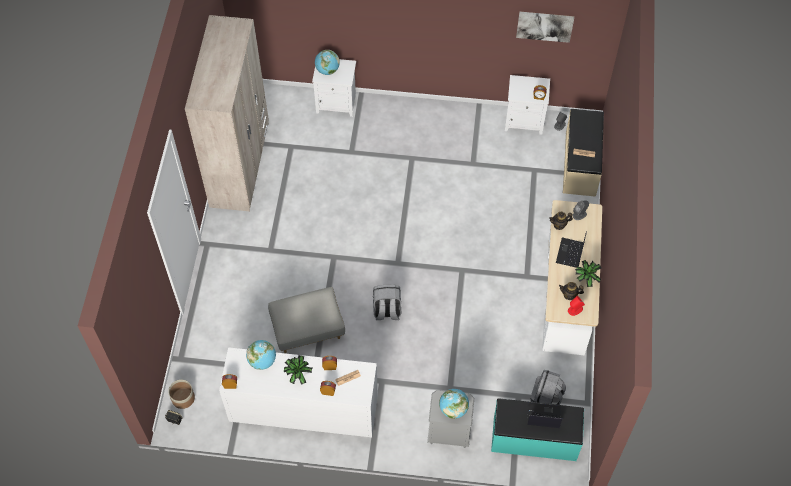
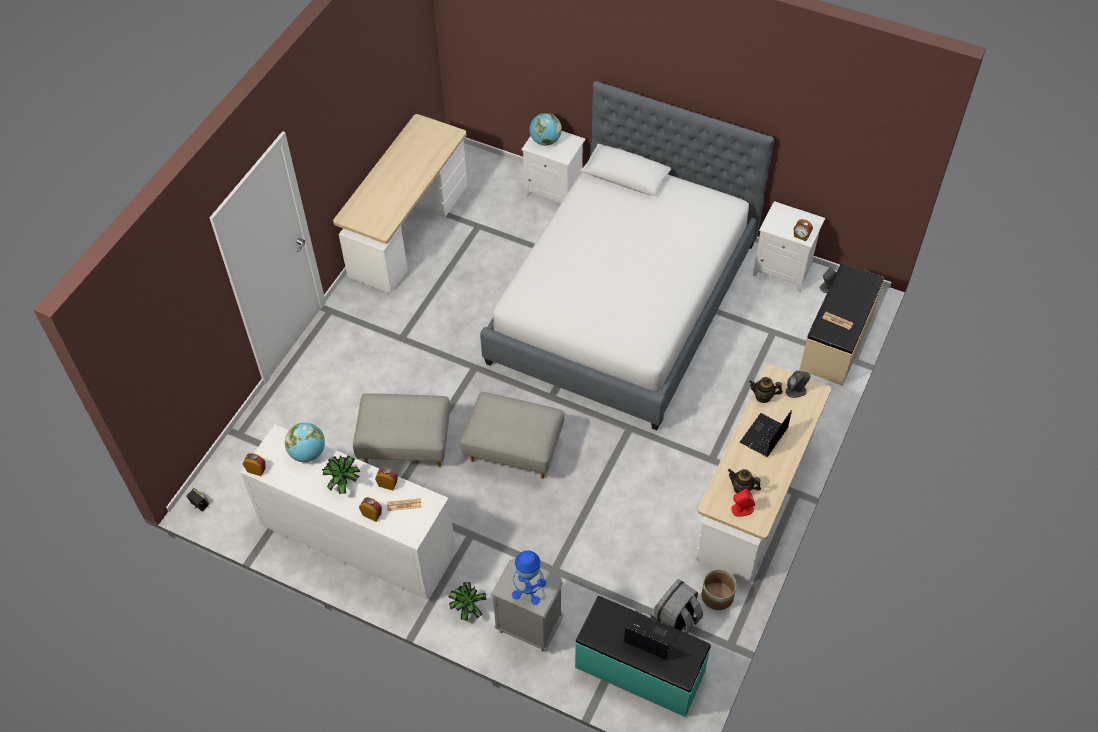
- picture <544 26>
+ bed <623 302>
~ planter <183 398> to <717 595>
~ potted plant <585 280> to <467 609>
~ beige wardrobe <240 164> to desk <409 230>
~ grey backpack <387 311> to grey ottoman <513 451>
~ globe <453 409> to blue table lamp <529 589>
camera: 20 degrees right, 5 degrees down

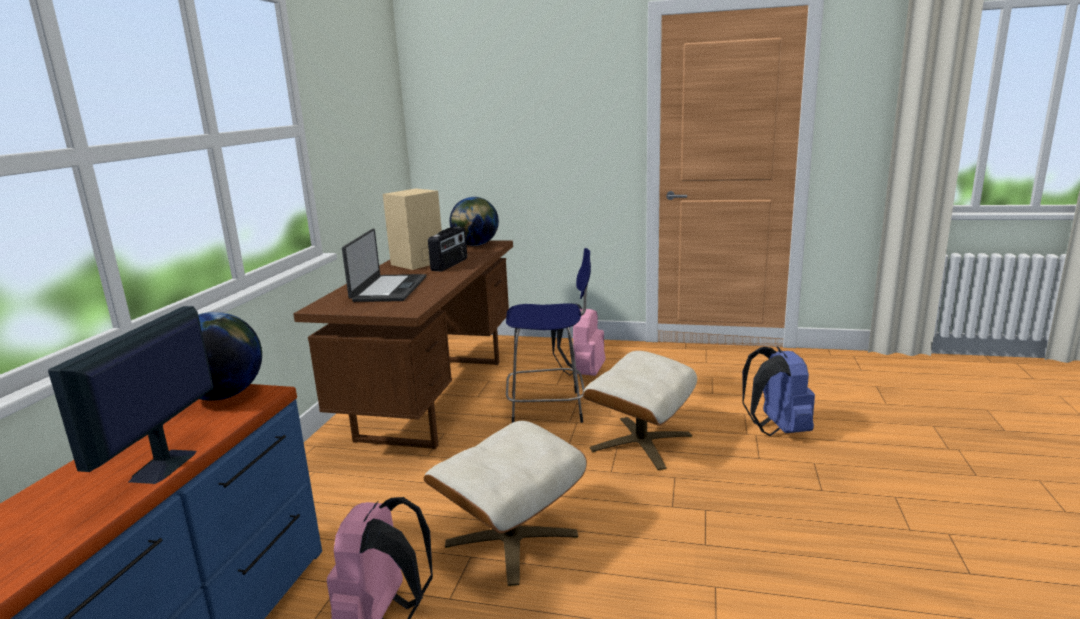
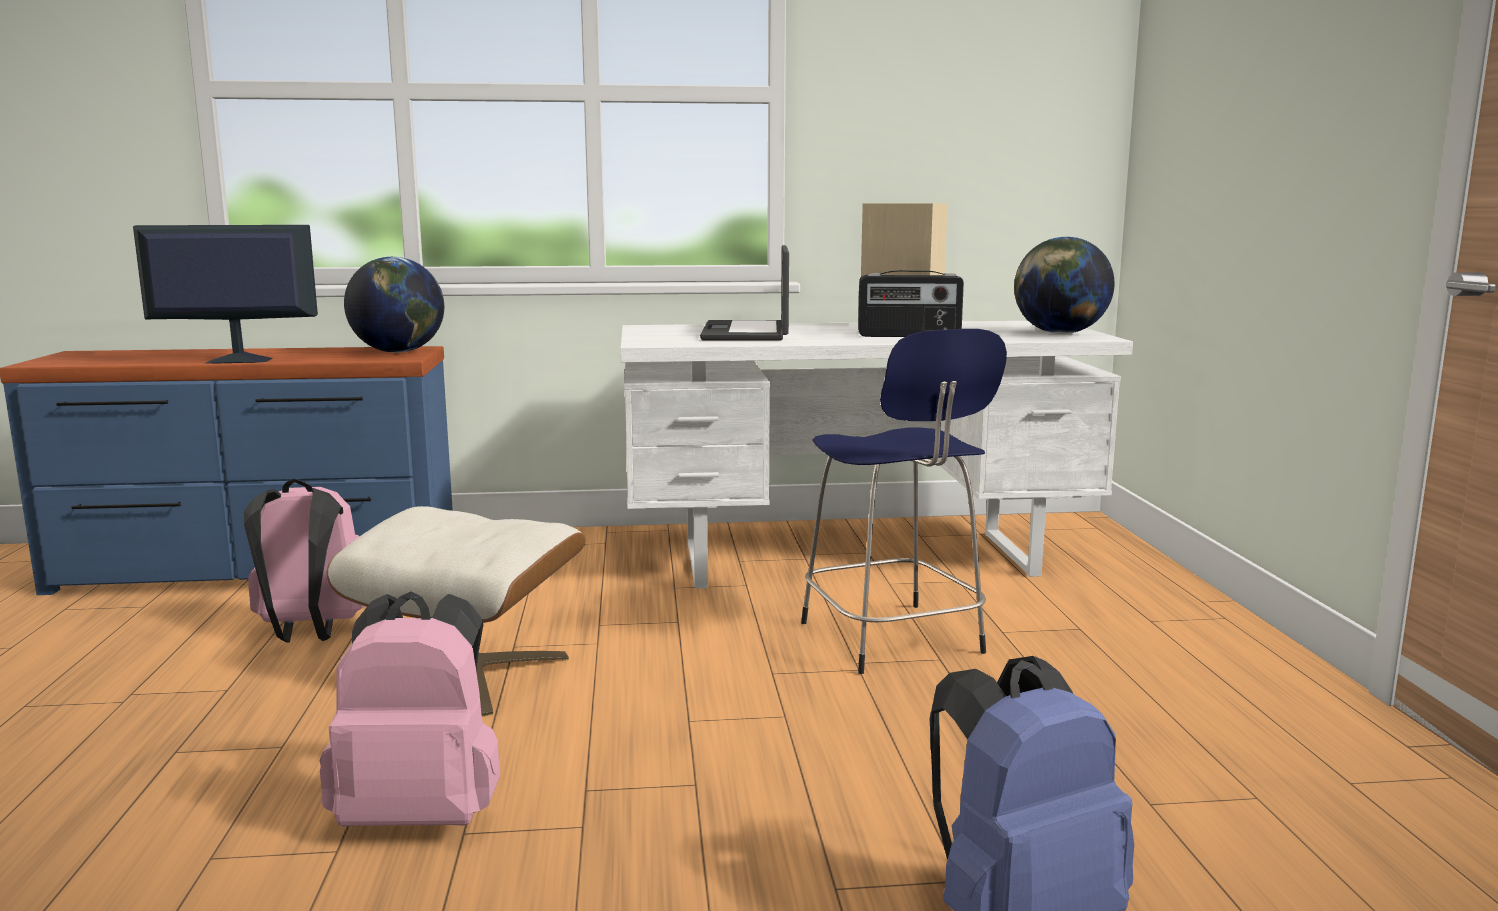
- beige ottoman <640 442>
~ pink backpack <582 373> to <423 814>
~ brown desk <434 397> to white desk <858 558>
~ laptop <388 289> = <748 332> 105 degrees clockwise
camera: 70 degrees right, 5 degrees down

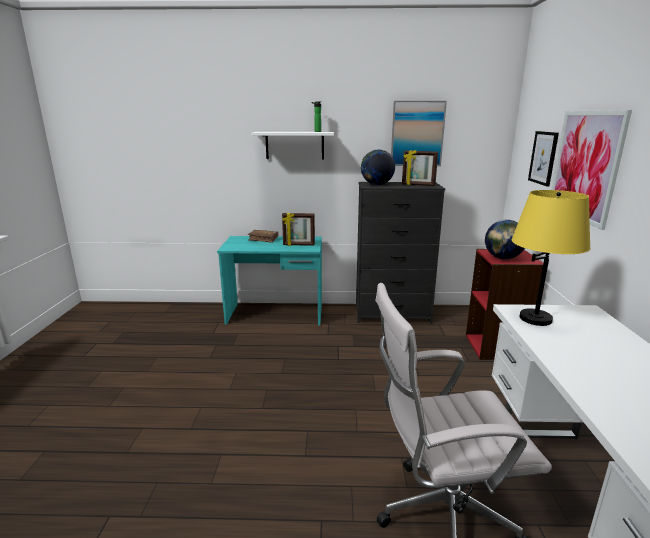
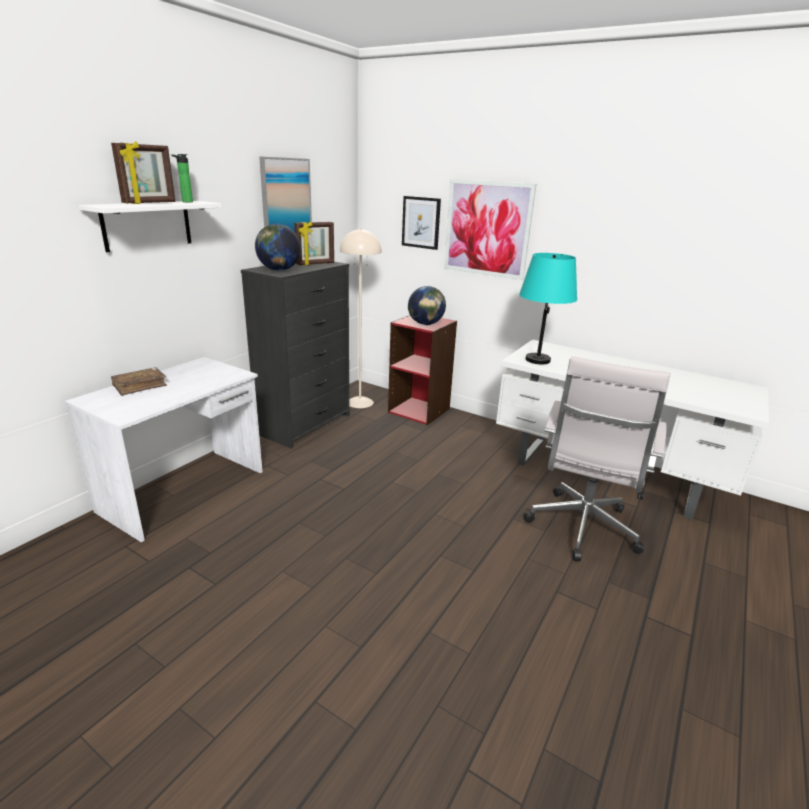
+ beige floor lamp <360 402>
~ picture frame <298 245> to <150 203>
~ turquoise desk <275 314> to white desk <185 491>
~ yellow table lamp <535 318> to turquoise table lamp <537 360>
camera: 60 degrees left, 5 degrees up

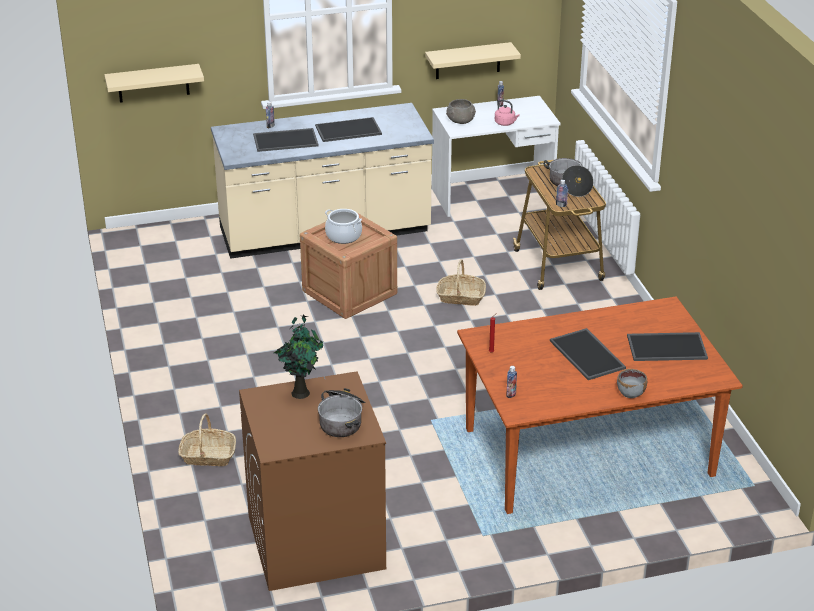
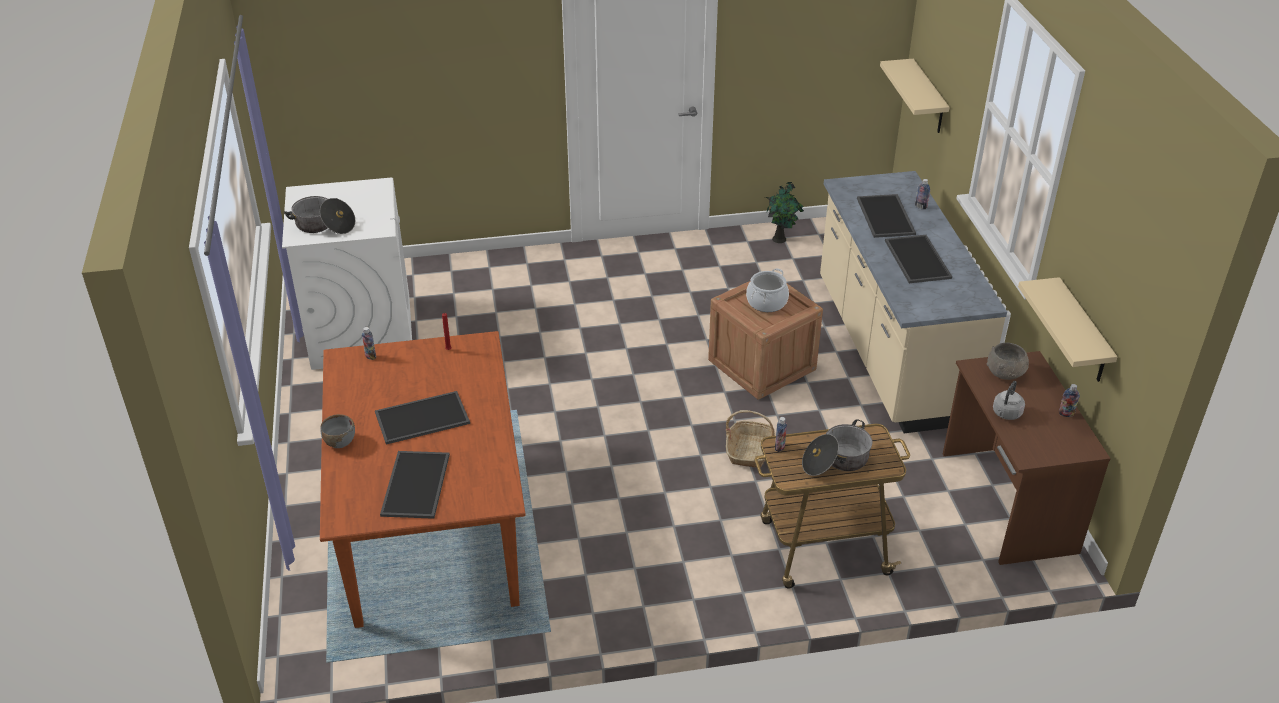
- basket <208 456>
~ potted plant <300 392> to <780 239>
~ brown washing machine <315 543> to white washing machine <361 331>
~ white desk <493 196> to brown desk <1006 502>
~ pink kettle <505 123> to grey kettle <1006 414>
camera: 95 degrees right, 5 degrees up

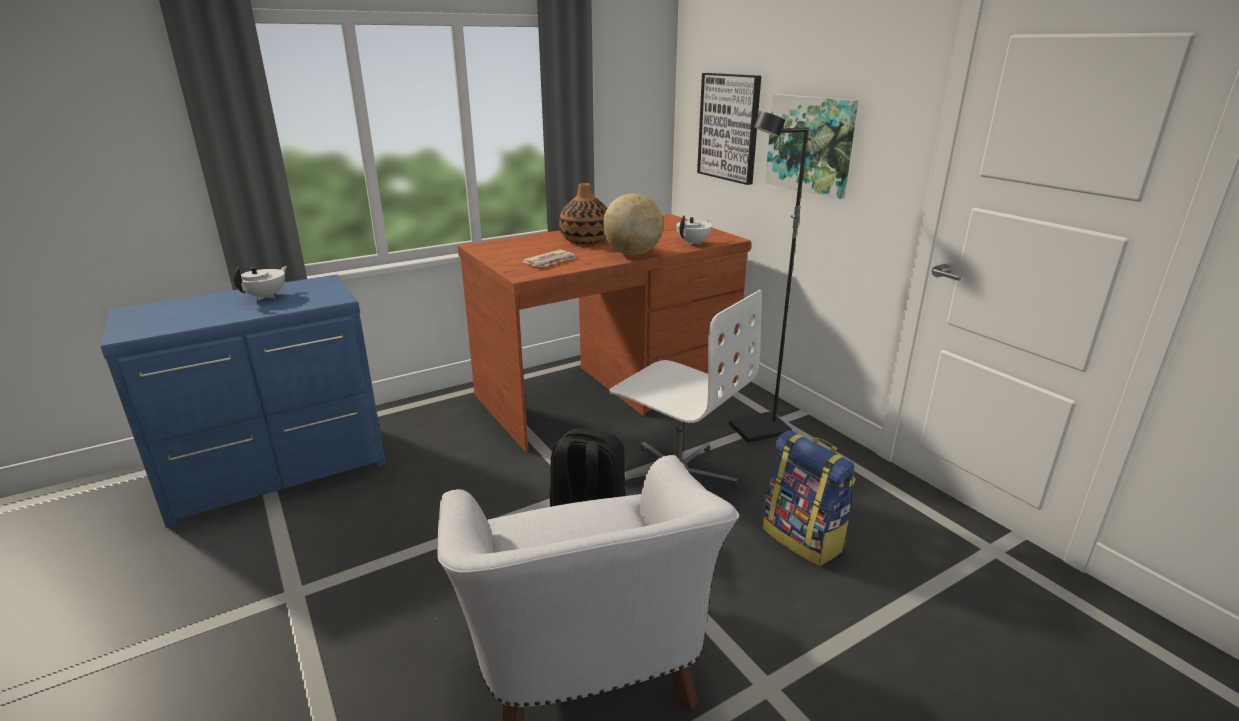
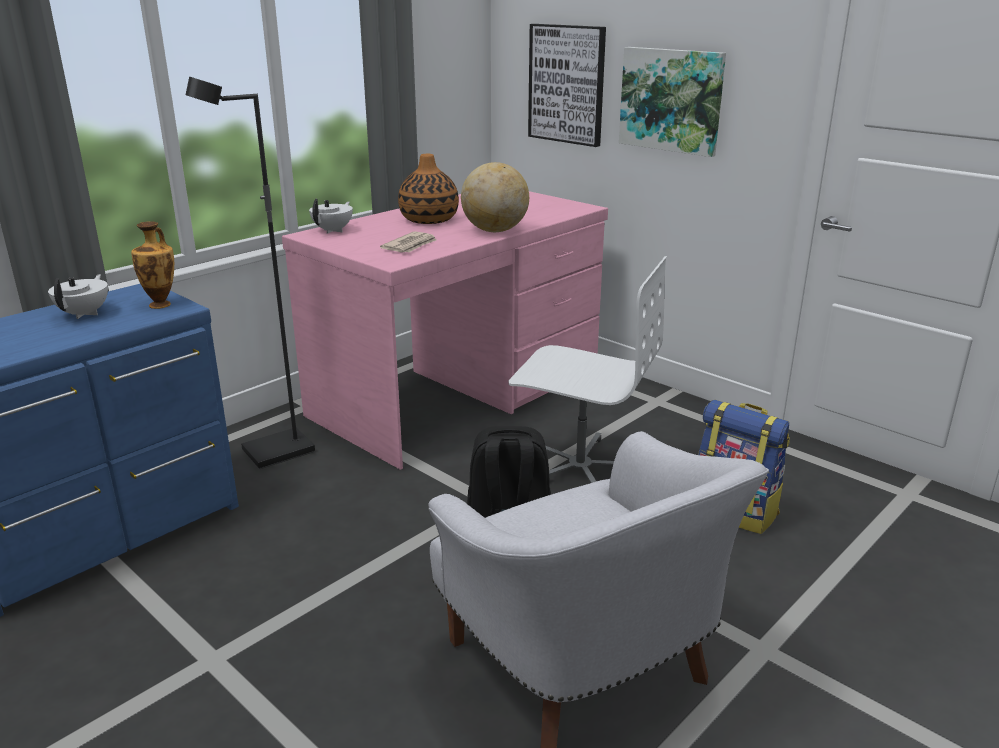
+ vase <161 304>
~ white teapot <694 243> to <333 230>
~ black floor lamp <759 431> to <278 452>
~ brown desk <608 391> to pink desk <459 393>
camera: 15 degrees left, 0 degrees up

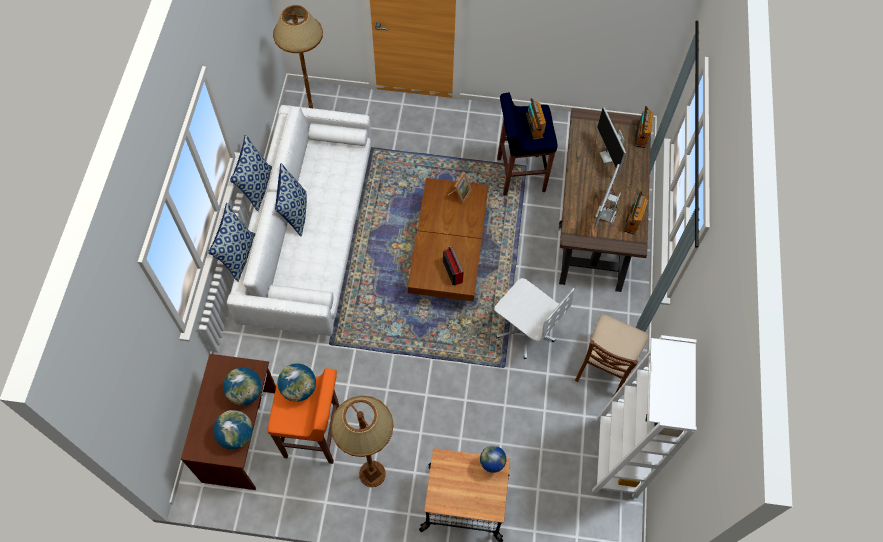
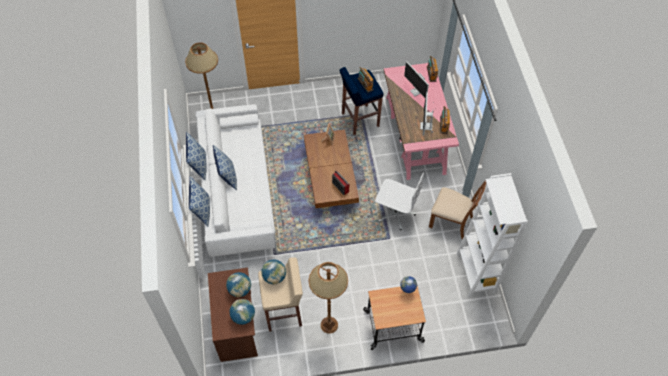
~ orange stool <314 435> to beige stool <284 312>
~ brown desk <595 219> to pink desk <415 135>
~ brown chair <605 367> = <451 221> 75 degrees counterclockwise
camera: 15 degrees left, 5 degrees down

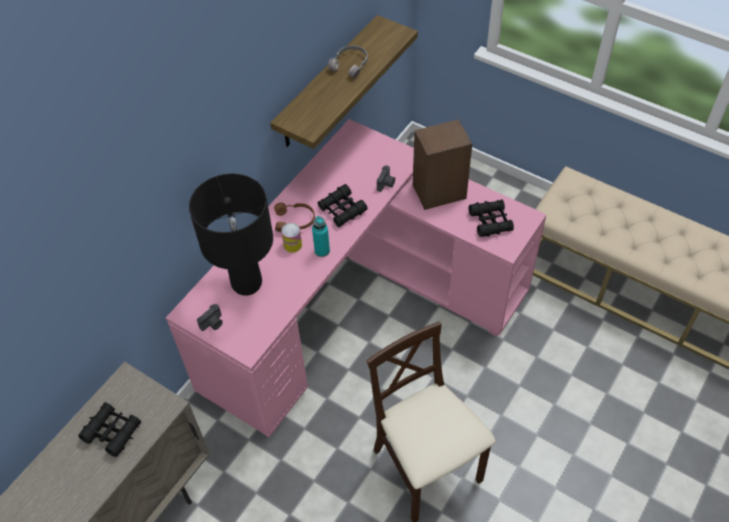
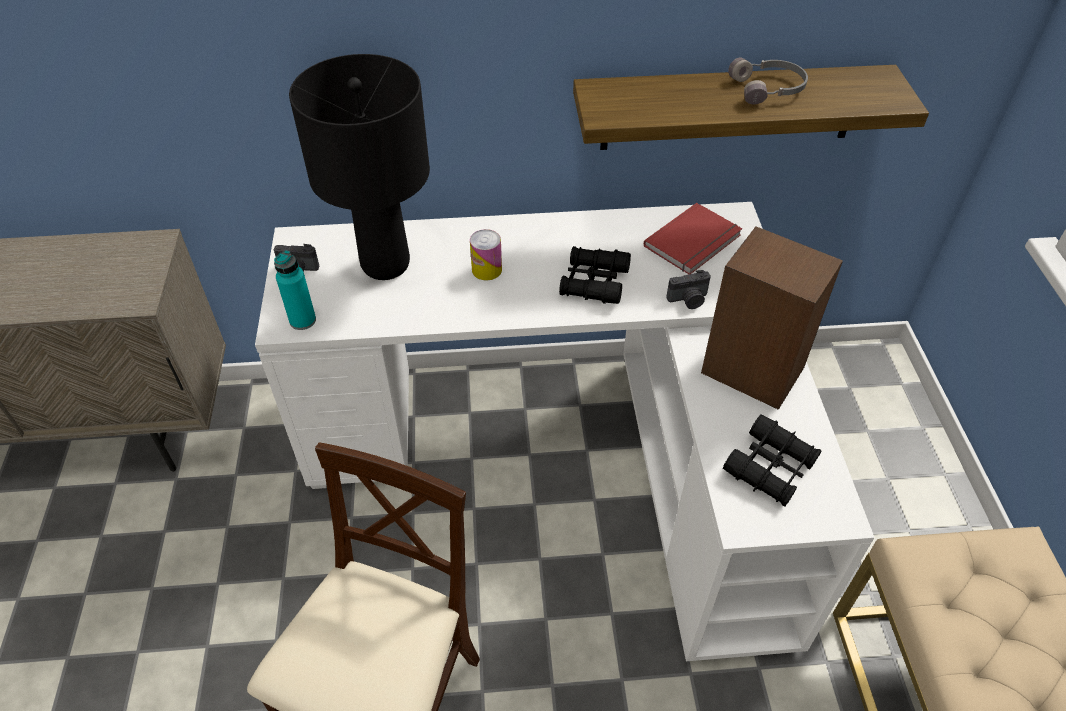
- black binoculars <112 432>
- brown headphones <295 221>
+ red book <695 242>
~ turquoise bottle <322 251> to <302 320>
~ pink desk <355 306> to white desk <572 453>
camera: 50 degrees right, 5 degrees down

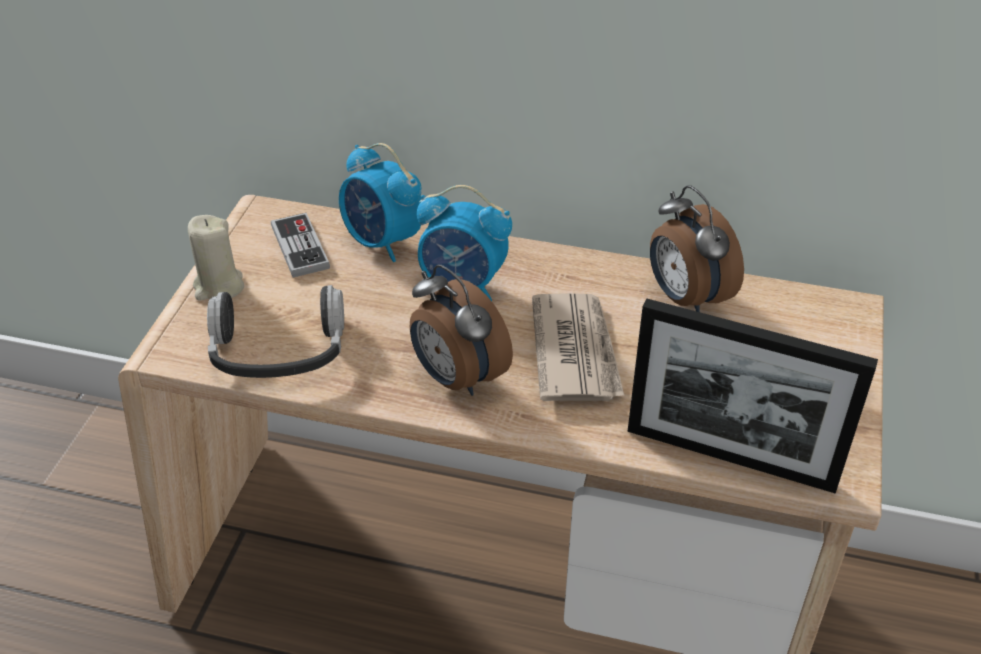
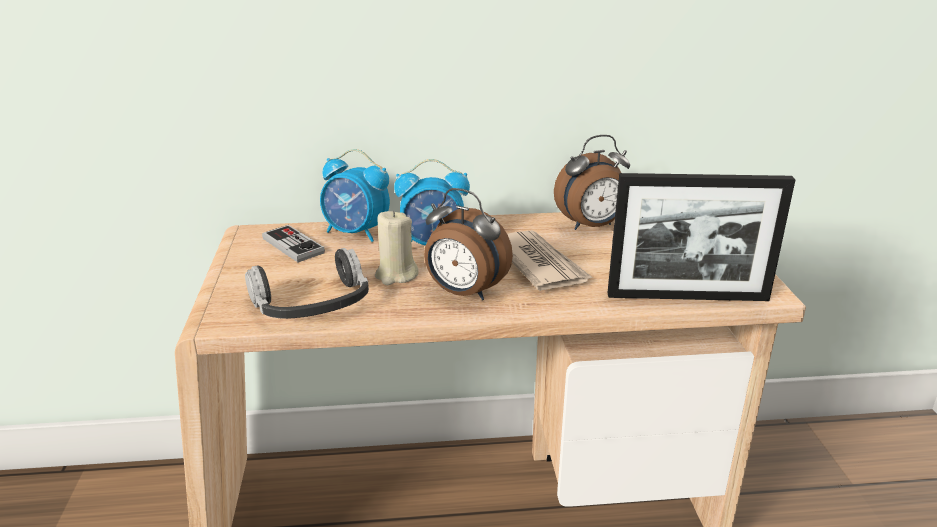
~ beige candle <218 286> to <396 275>
~ alarm clock <685 297> = <591 226> 60 degrees counterclockwise
camera: 20 degrees left, 15 degrees down

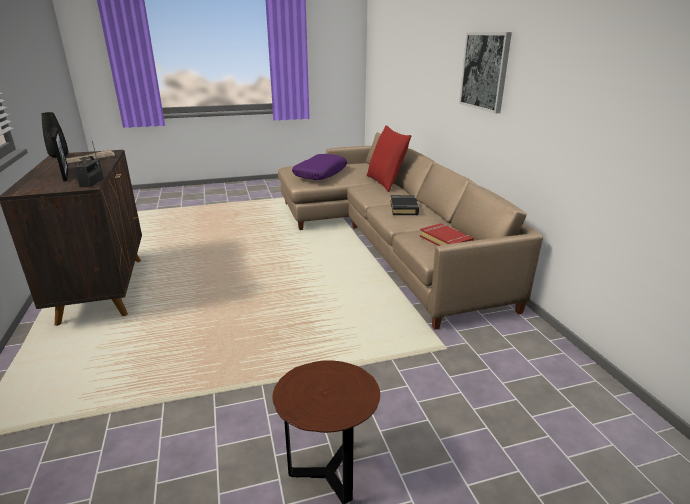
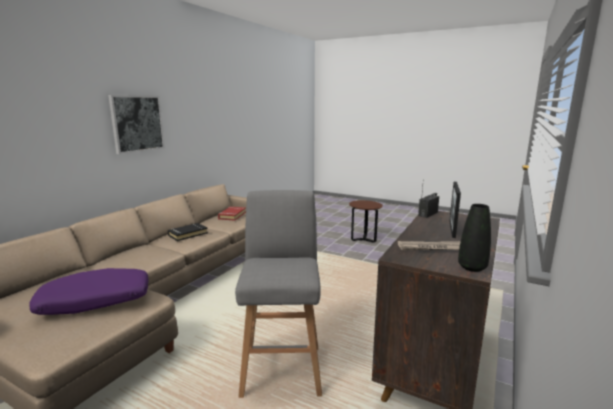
- red pillow <386 182>
+ grey stool <282 368>
camera: 135 degrees left, 10 degrees down

